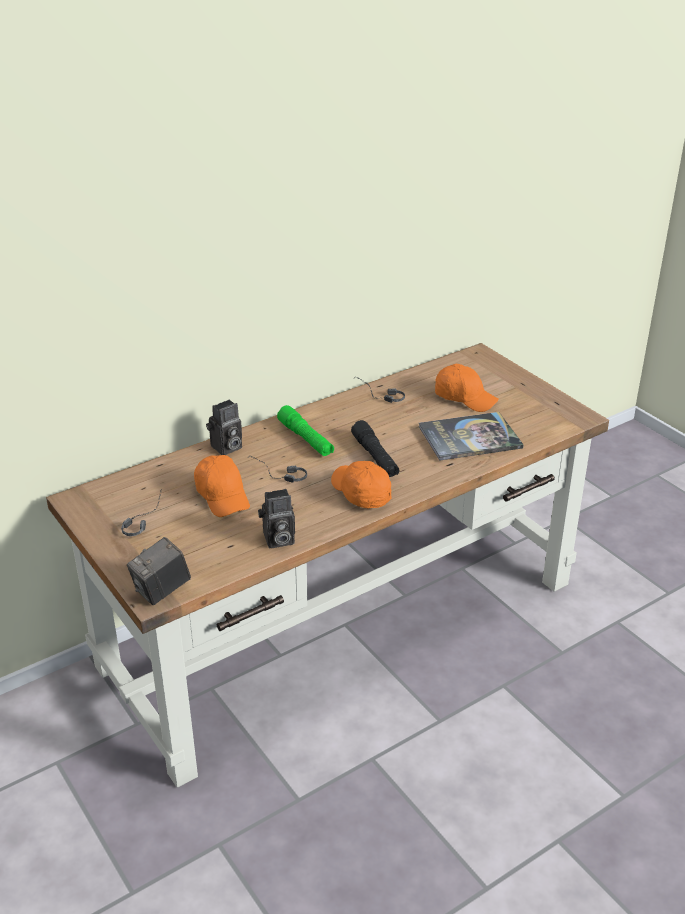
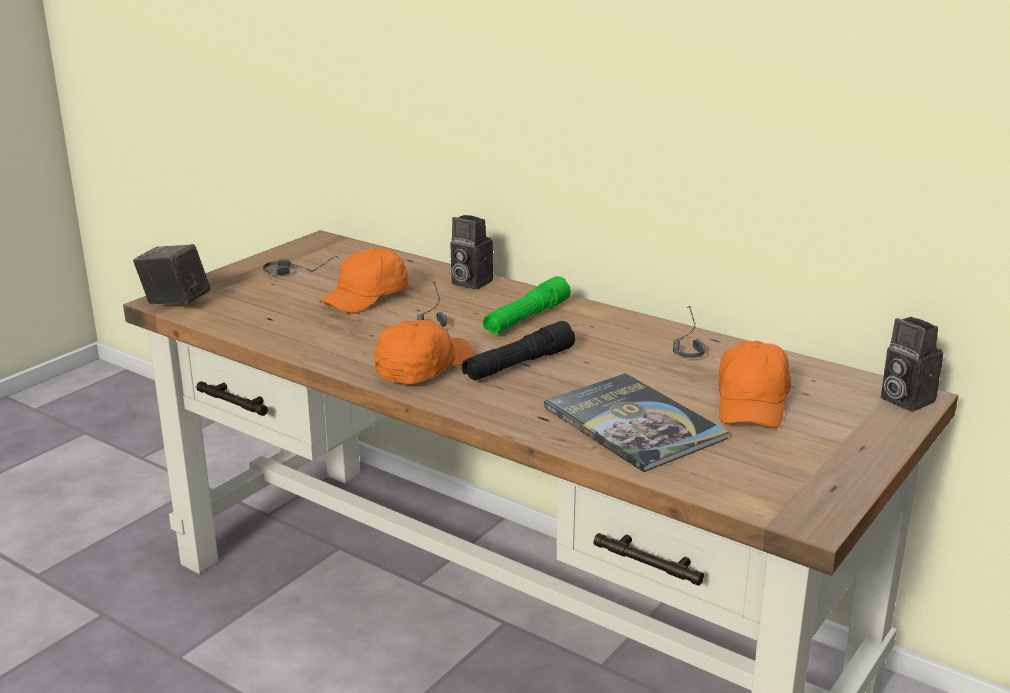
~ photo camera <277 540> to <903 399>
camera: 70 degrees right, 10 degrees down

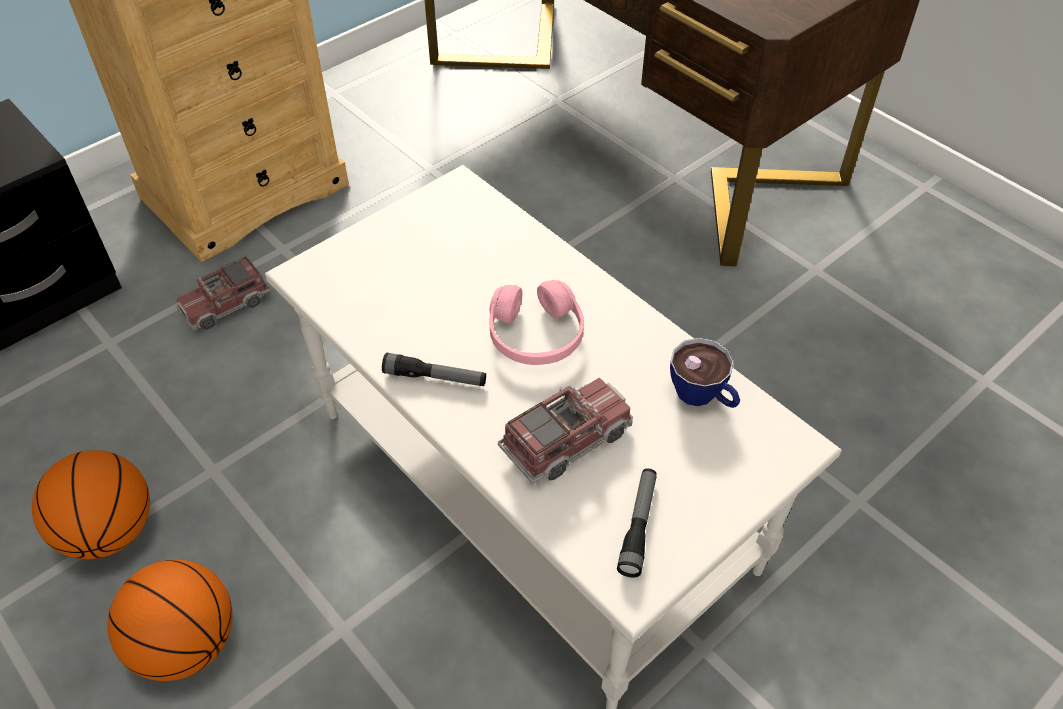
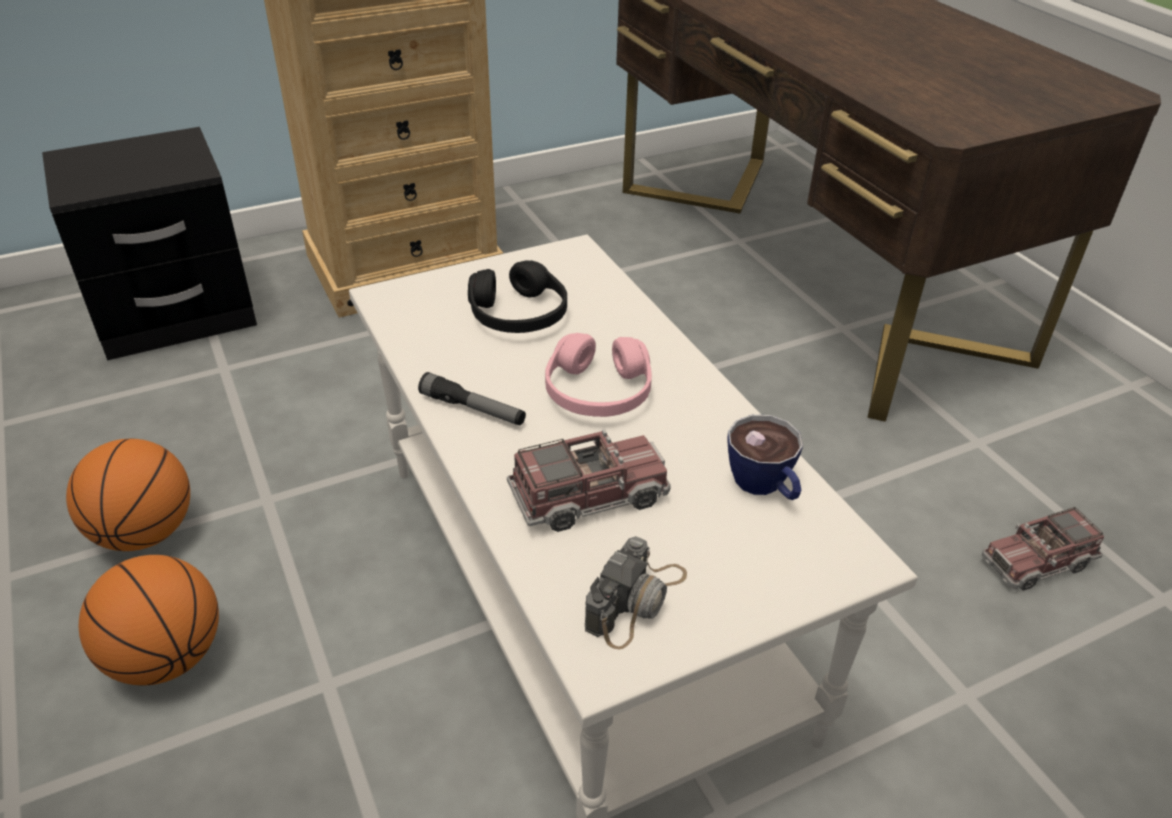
+ black headphones <518 314>
~ toy truck <226 305> to <1037 562>
~ flashlight <638 526> to photo camera <636 600>
camera: 15 degrees right, 10 degrees down

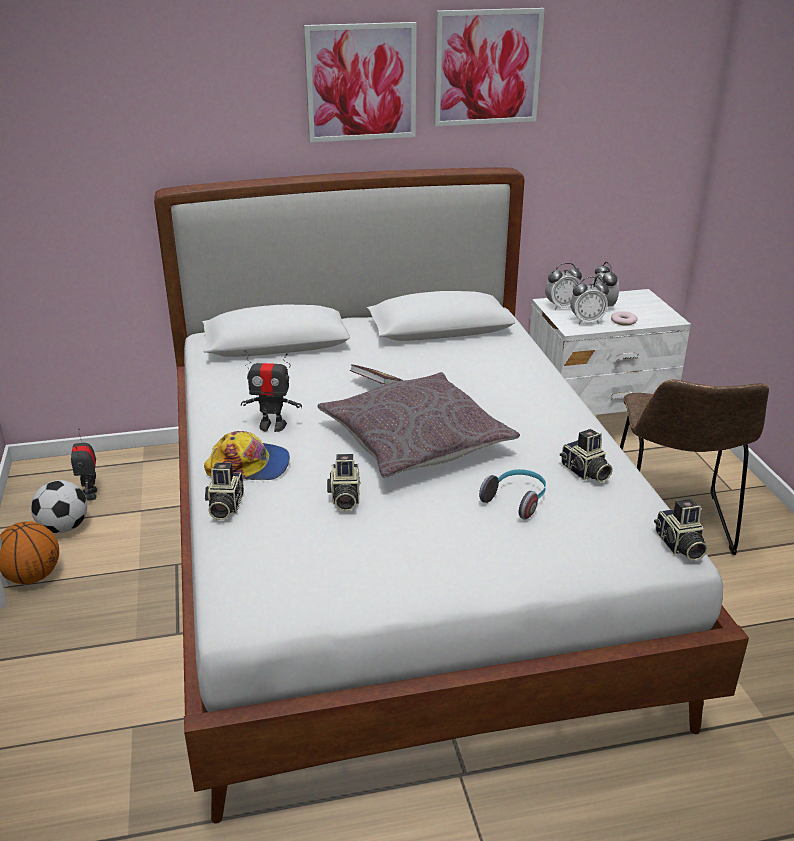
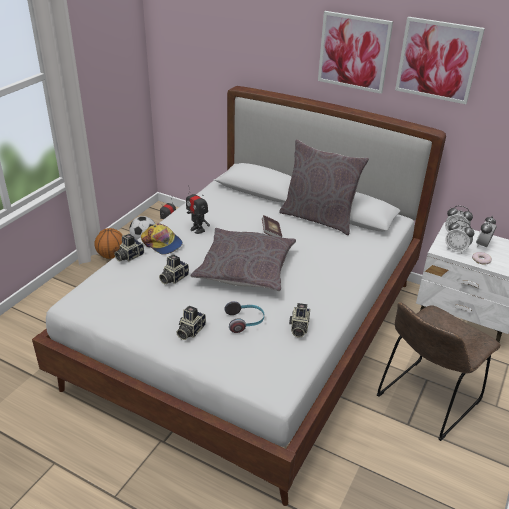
+ grey pillow <318 218>
~ photo camera <679 546> to <190 331>
camera: 40 degrees right, 5 degrees up

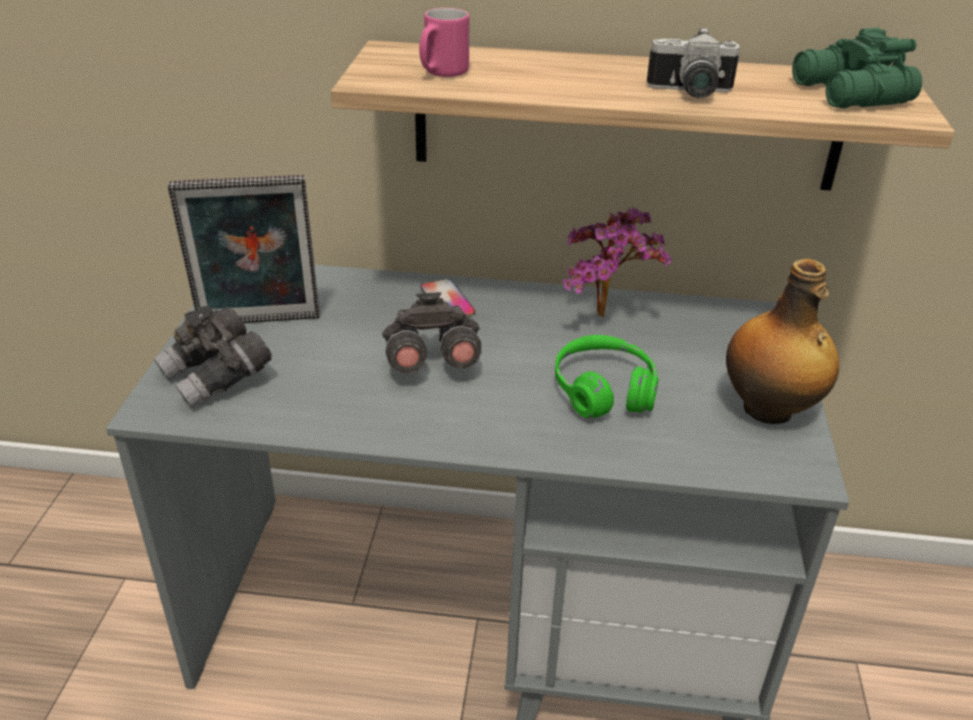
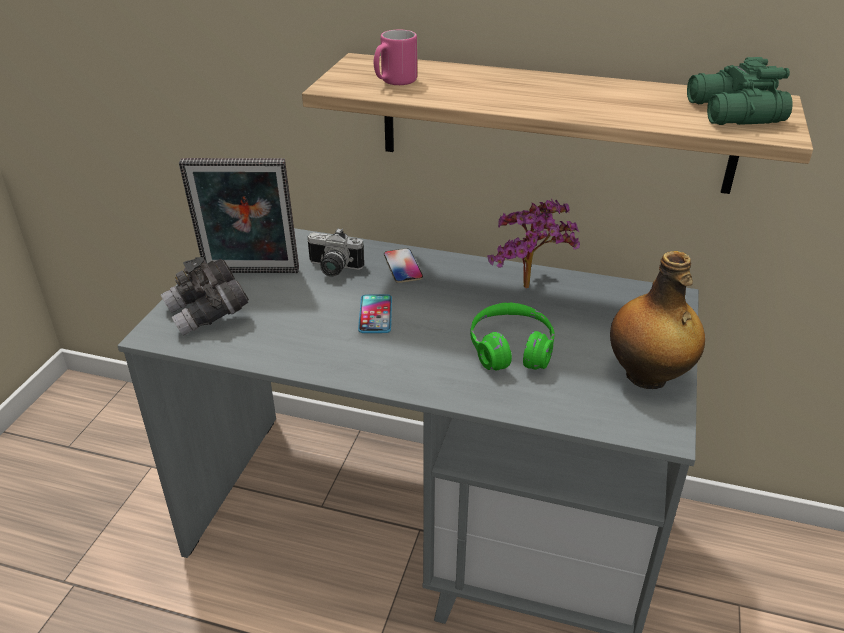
~ photo camera <690 93> to <333 269>
~ grey binoculars <430 362> to phone <375 314>
camera: 10 degrees right, 0 degrees up

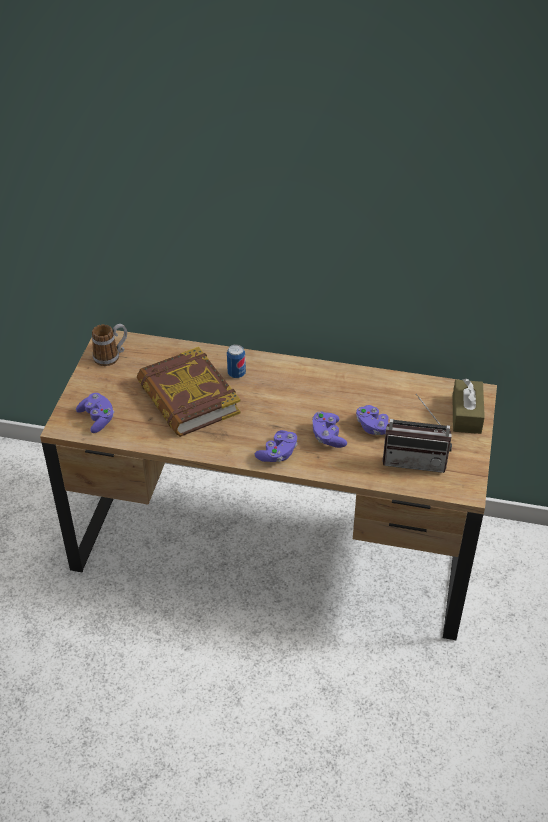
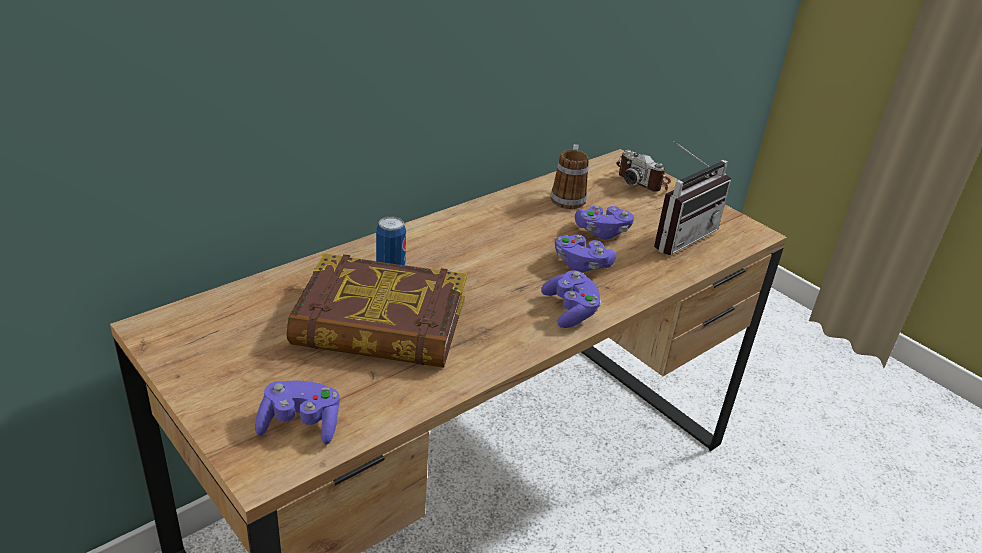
~ mug <111 356> to <568 197>
~ brown tissue box <466 414> to photo camera <643 180>
camera: 55 degrees left, 10 degrees down

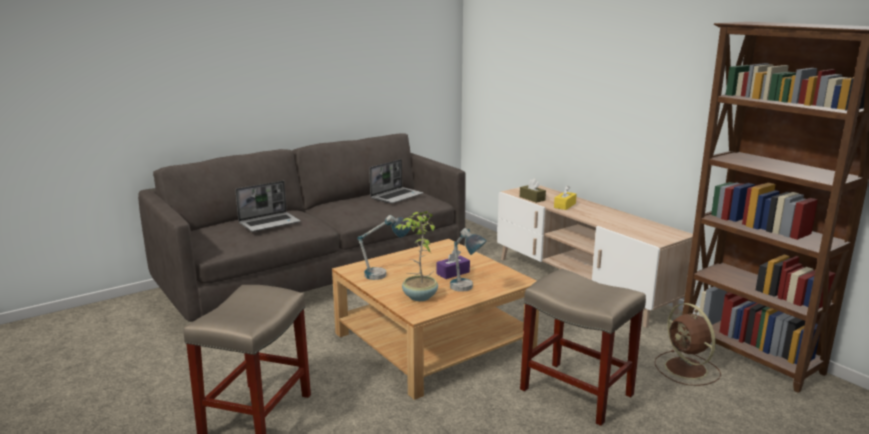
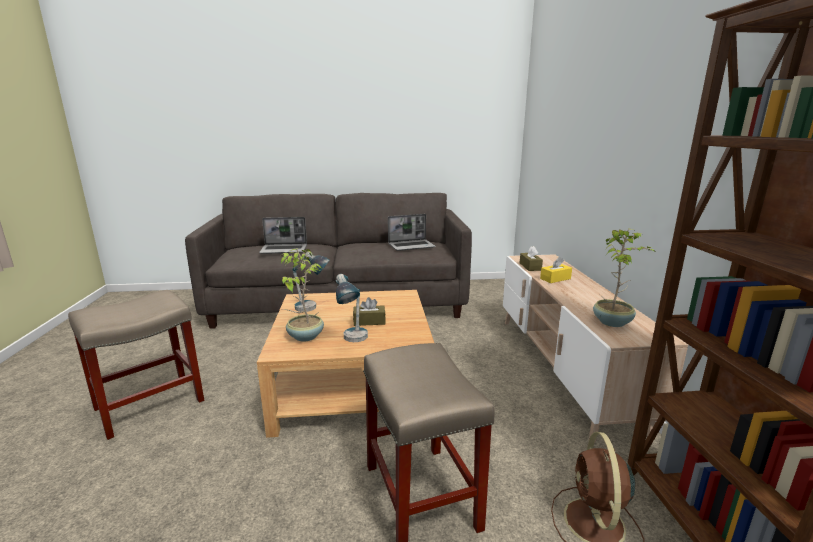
+ potted plant <612 322>
~ purple tissue box <453 273> to brown tissue box <369 321>
camera: 30 degrees right, 0 degrees up

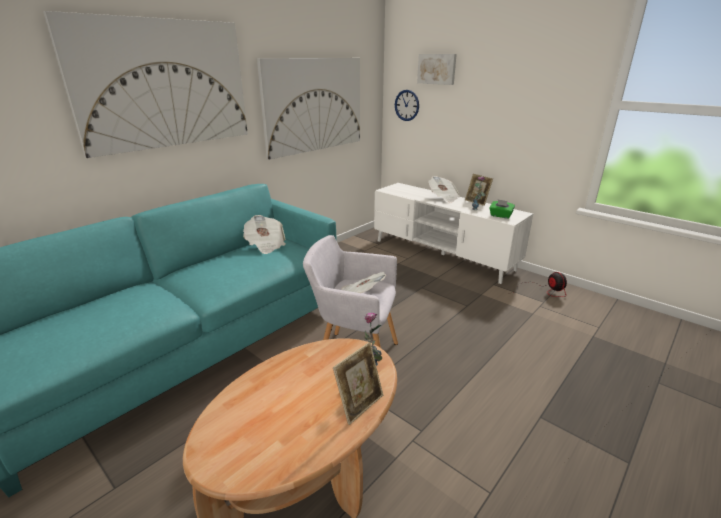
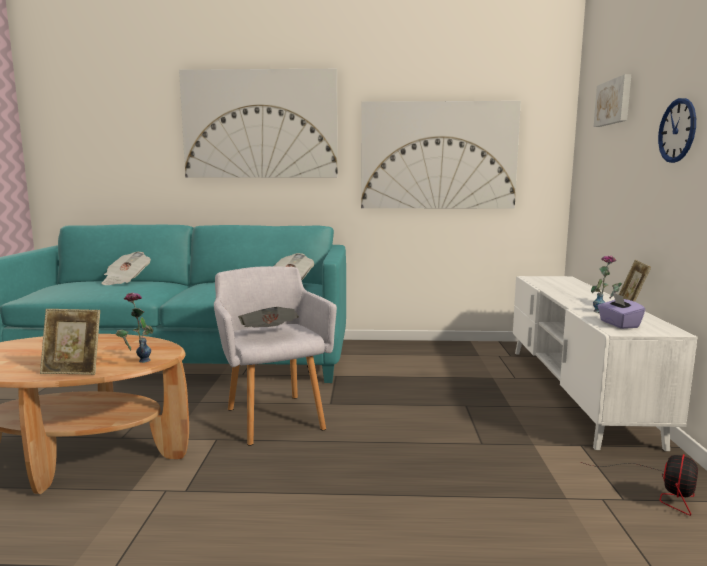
~ wall clock <407 105> to <677 130>
~ newspaper <443 197> to <125 281>
~ green tissue box <500 216> to purple tissue box <618 324>
camera: 50 degrees right, 15 degrees down

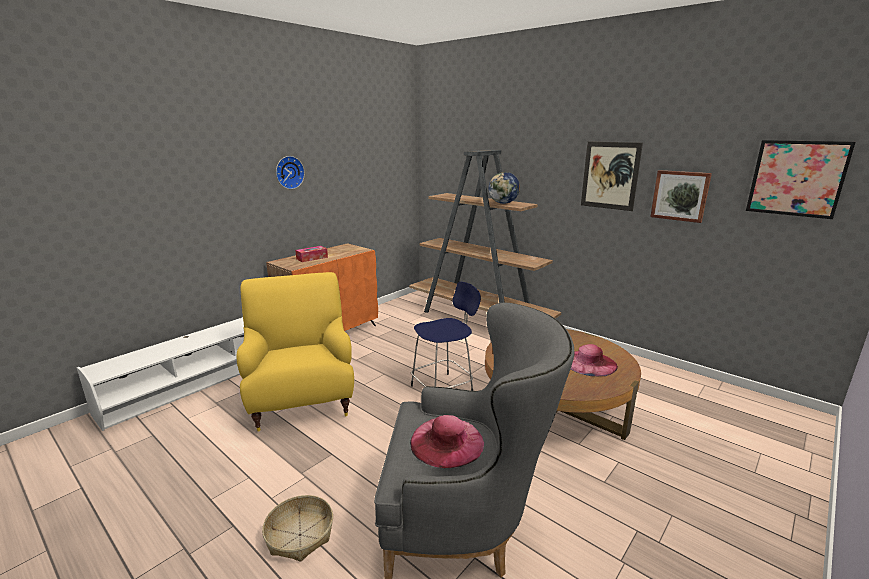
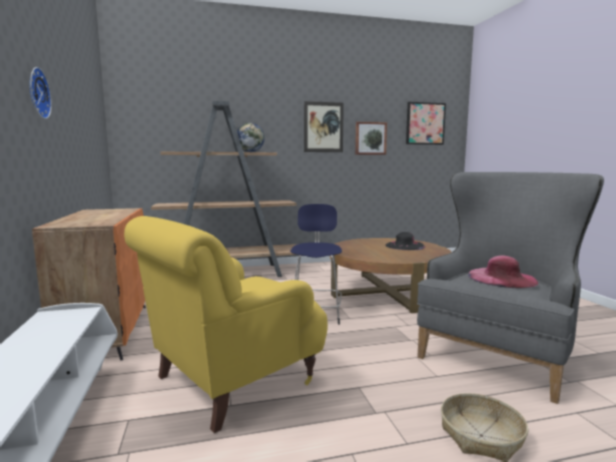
- tissue box <312 258>
~ pink hat <589 363> to black hat <405 246>
~ yellow armchair <302 401> = <231 381> 60 degrees counterclockwise
camera: 55 degrees left, 10 degrees down

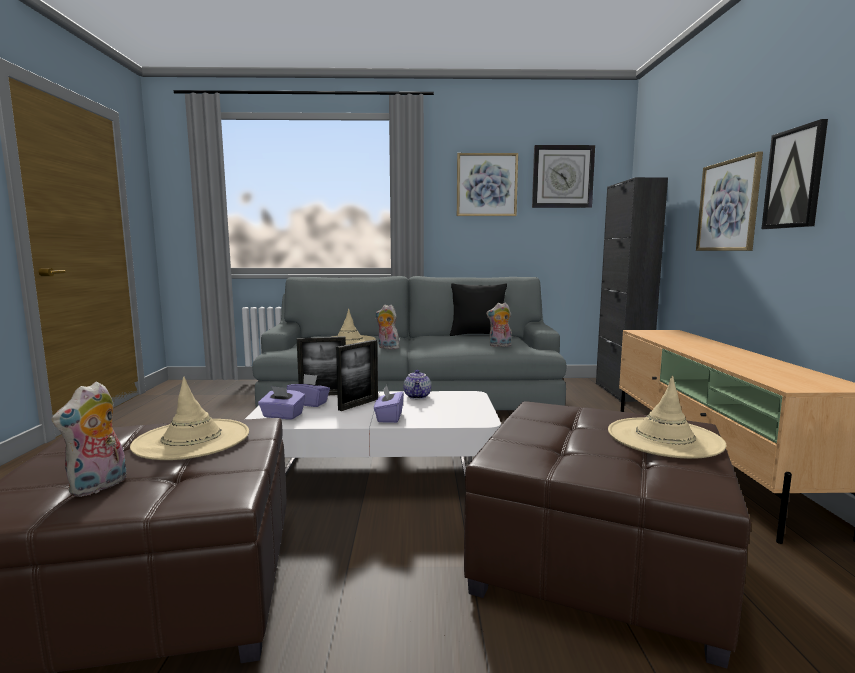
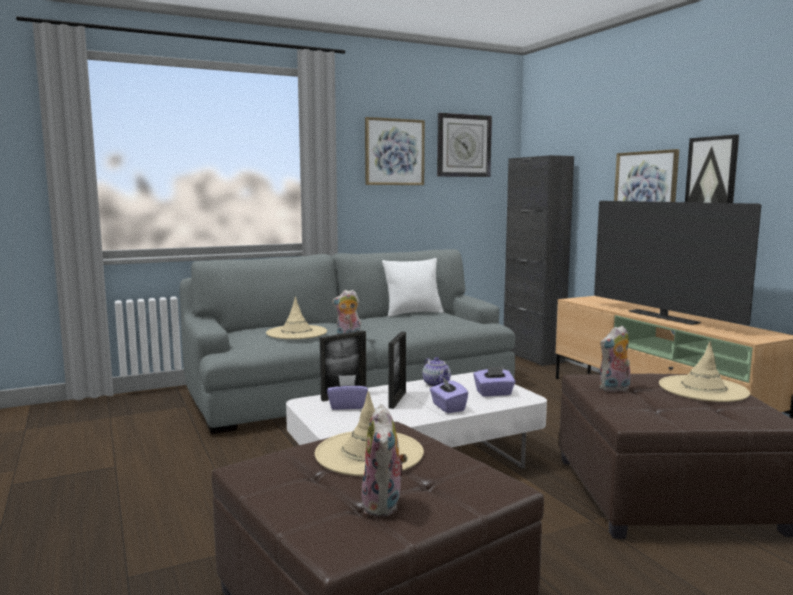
+ television <663 317>
~ purple tissue box <282 416> to <494 393>
~ plush toy <499 346> to <614 389>
~ black pillow <478 335> to white pillow <413 313>
camera: 25 degrees left, 0 degrees up

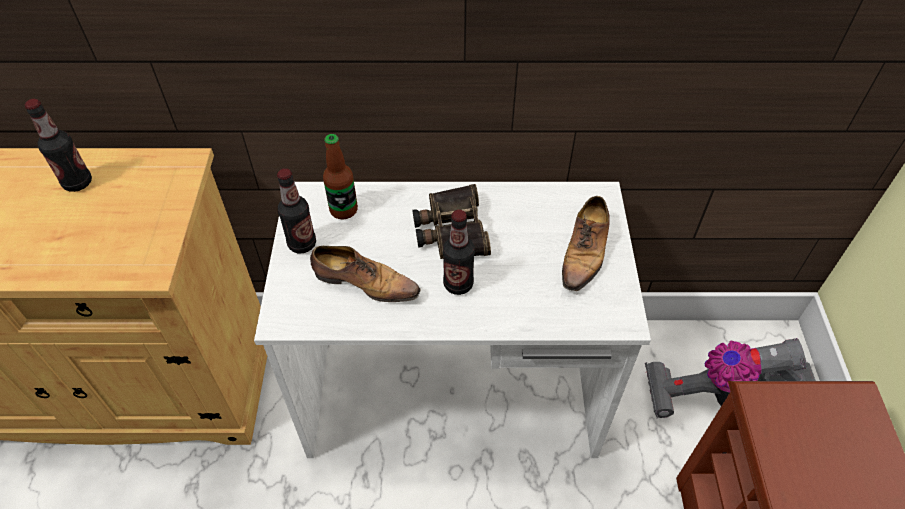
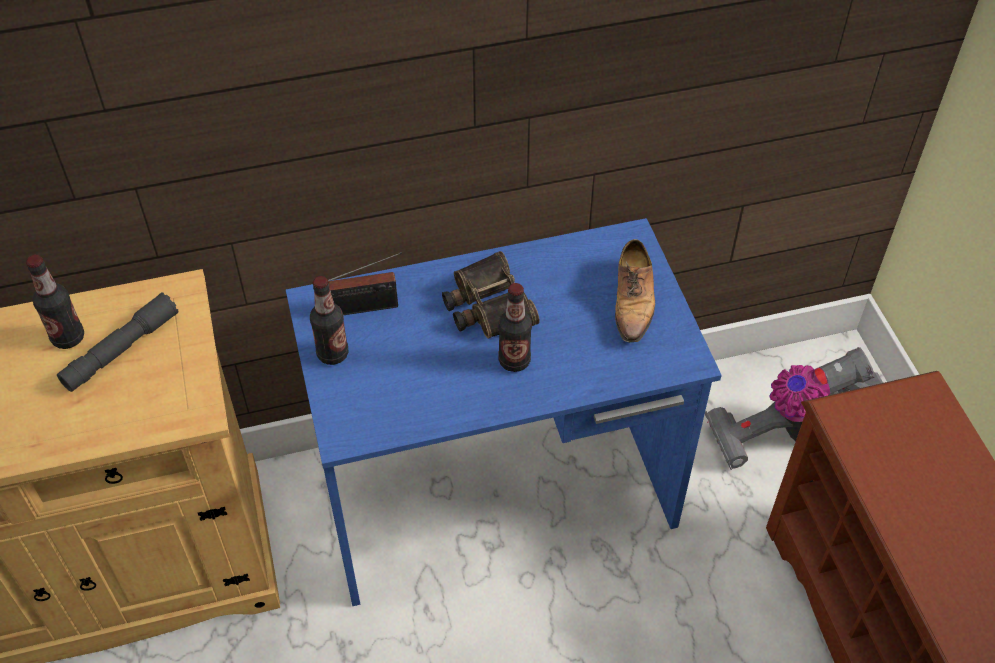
- shoe <364 283>
+ grey flashlight <121 350>
~ bottle <343 210> to radio <363 308>
~ white desk <453 393> to blue desk <498 495>
camera: 15 degrees left, 0 degrees up

